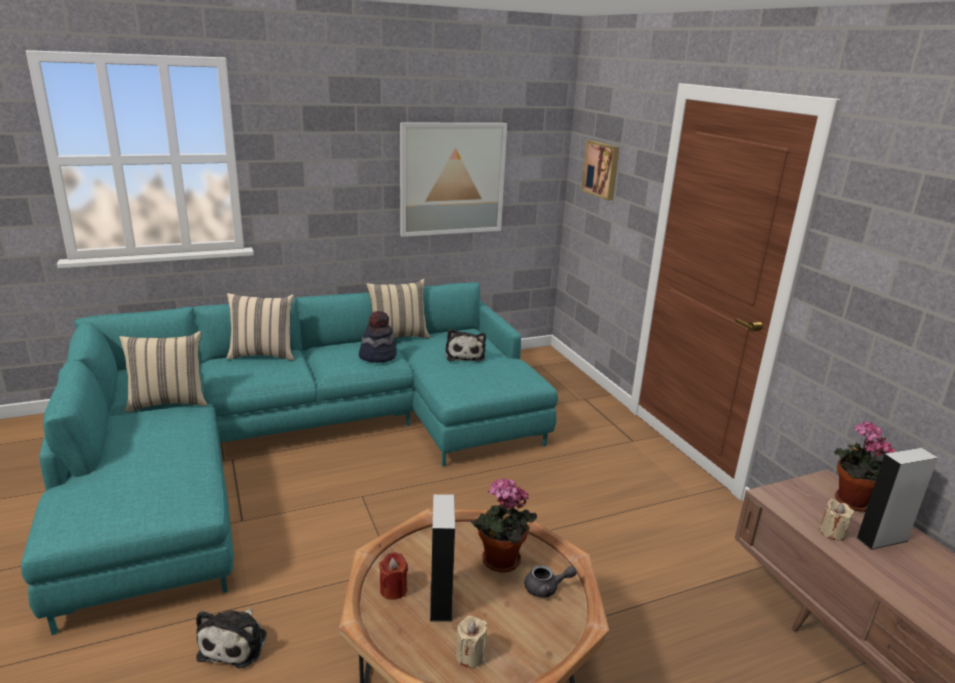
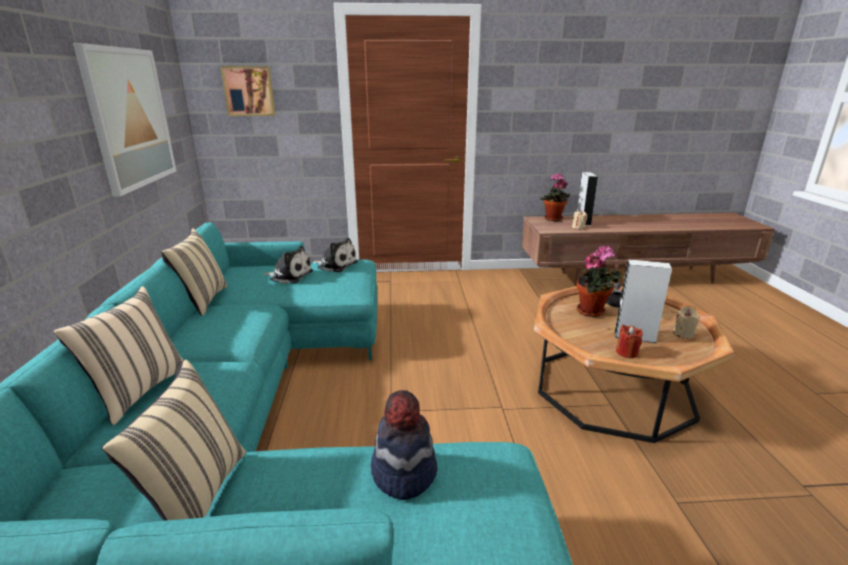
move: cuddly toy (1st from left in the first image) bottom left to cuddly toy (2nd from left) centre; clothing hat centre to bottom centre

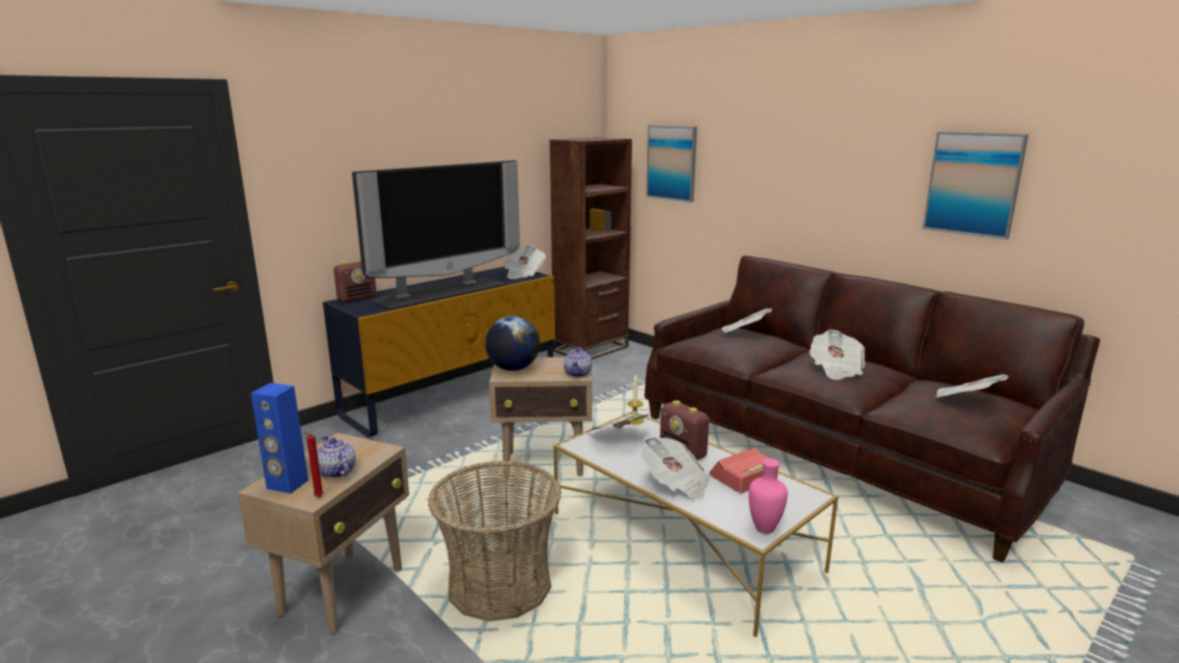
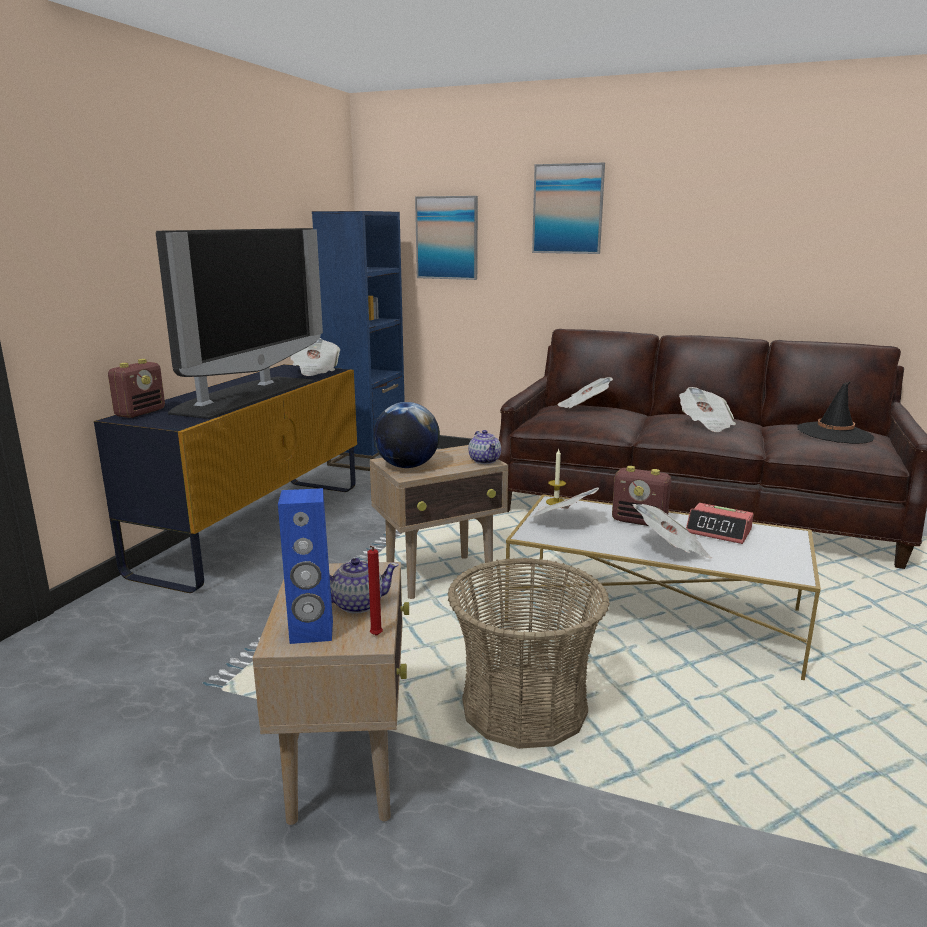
delete: flower vase (pink) bottom centre
move: wall picture (2nd from left) top right to top centre
replace: newspaper (6th from left) middle right to clothing hat (black-coloured) middle right
recolor: bookcase (brown) centre to bookcase (blue-coloured) centre
rotate: tea pot (1st from left) bottom left = centre 135 degrees clockwise; bedside clock bottom centre = middle right 90 degrees counterclockwise

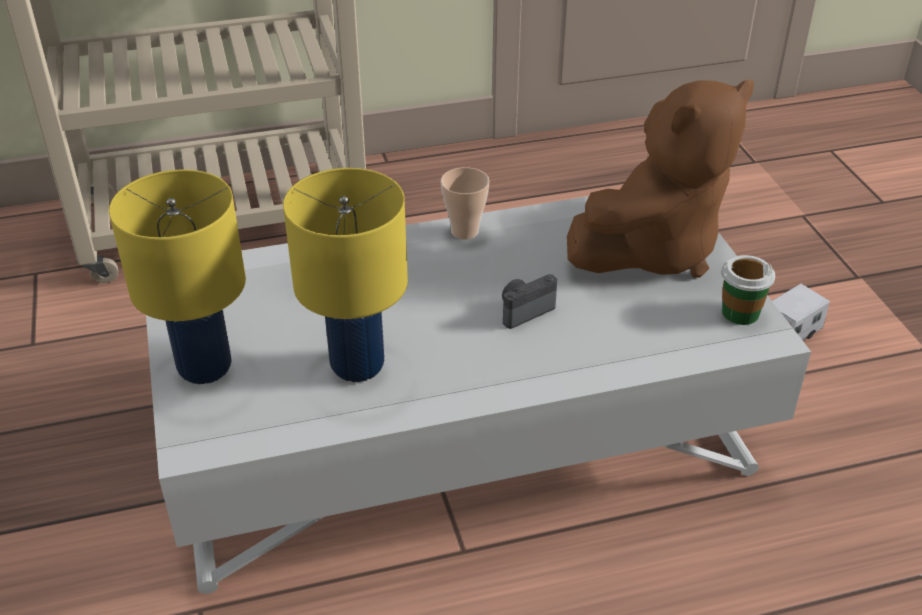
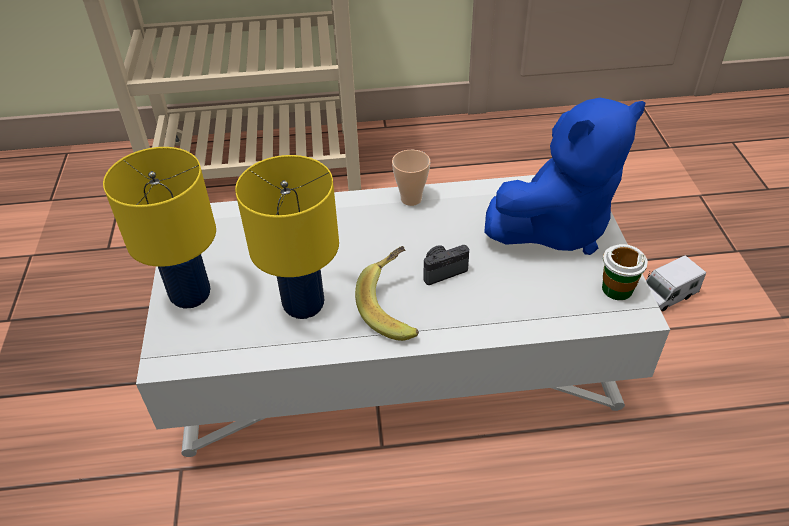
insert: whole banana centre
recolor: cuddly toy (brown) top right to cuddly toy (blue-coloured) middle right

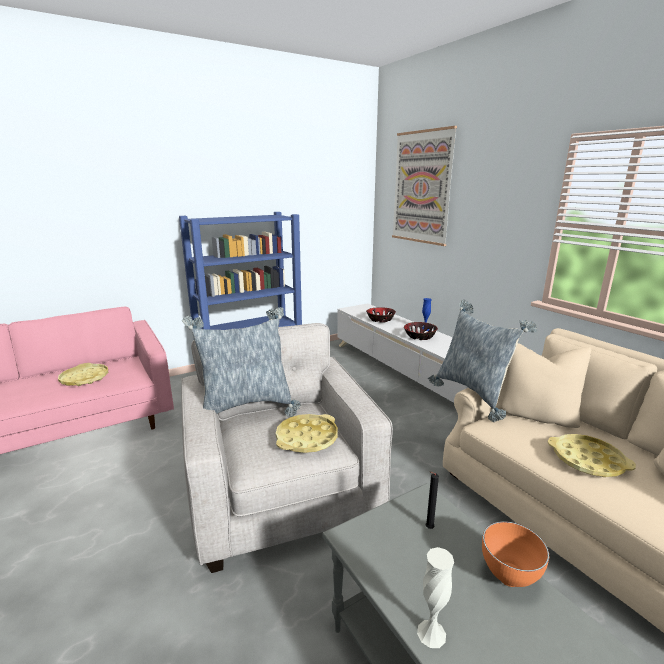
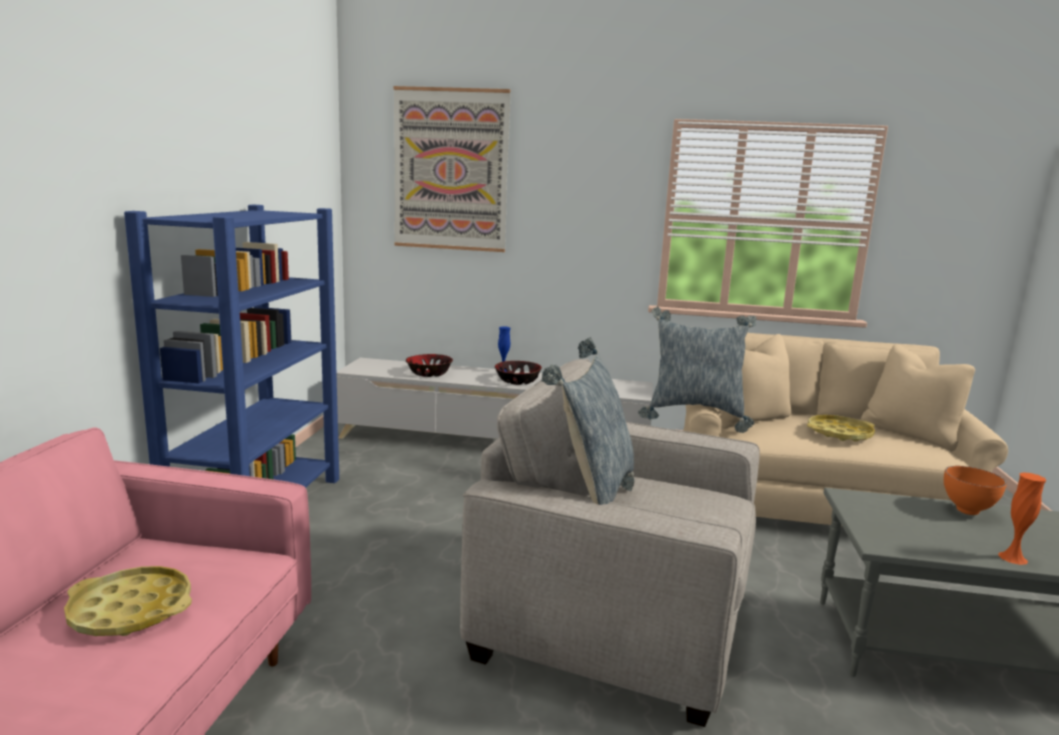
delete: carrying tray (yellowish) (2nd from left) centre; wax light (black-coloured) bottom centre
recolor: flower vase (white-coloured) bottom centre to flower vase (orangey) bottom right

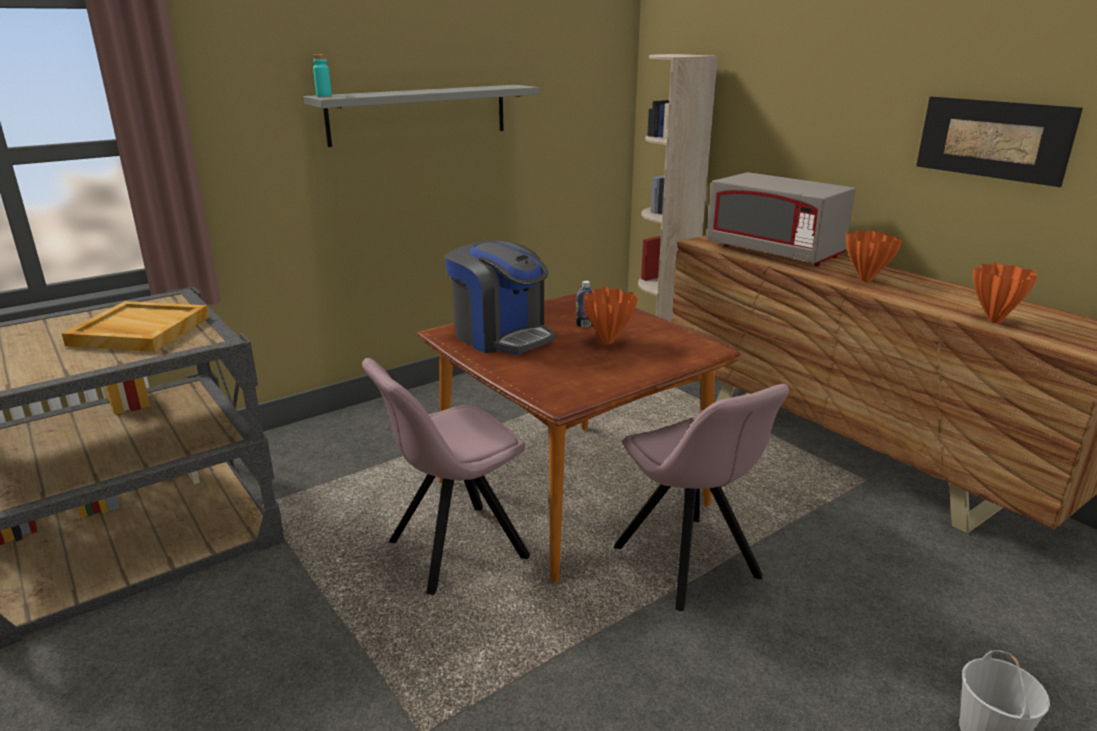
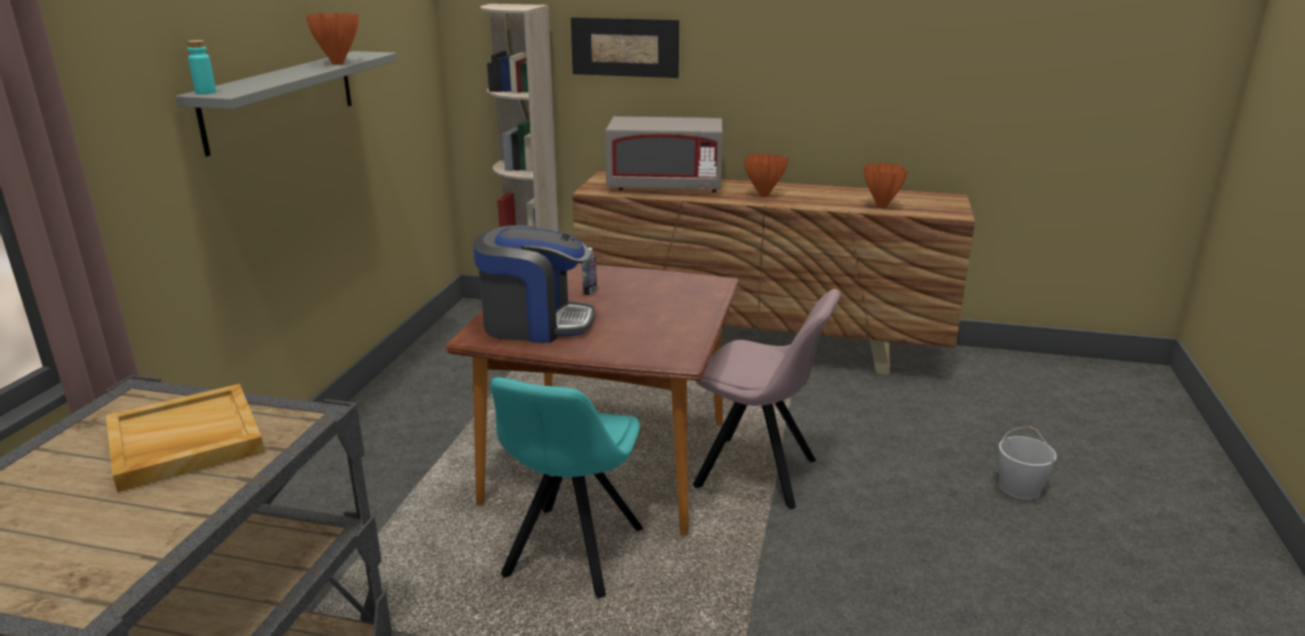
move: flower vase (orangey) (1st from left) centre to top left; wall picture top right to top centre
recolor: upright chair (pink) (1st from left) centre to upright chair (turquoise-coloured) bottom centre

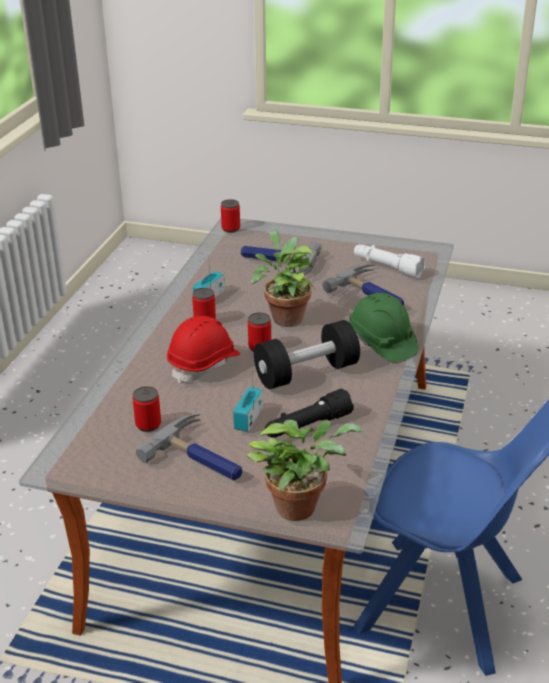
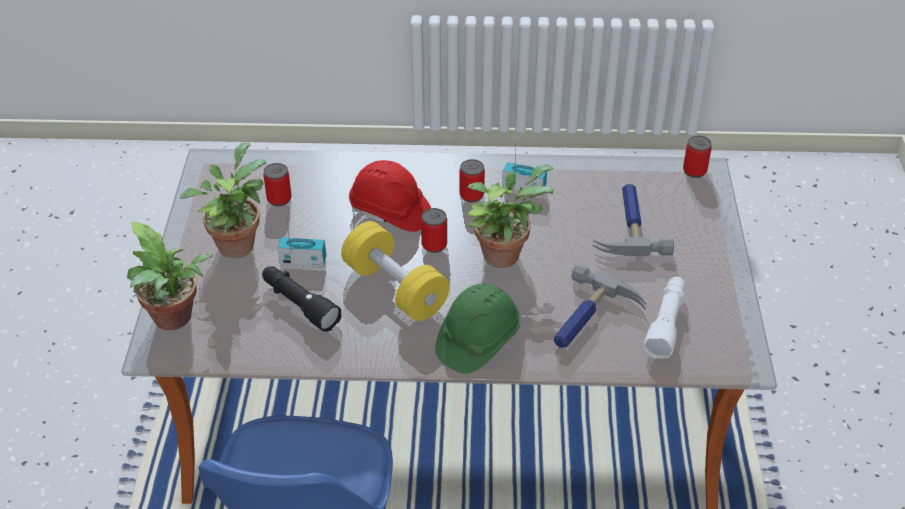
replace: tool hammer (1st from left) centre to potted plant (2nd from left) middle left
recolor: hand weight (black-coloured) centre to hand weight (yellowish) centre

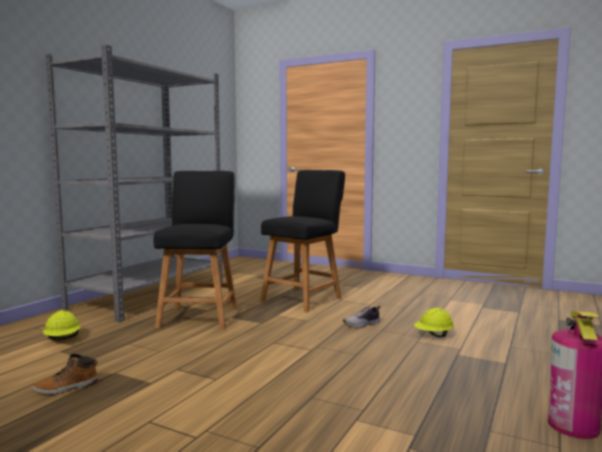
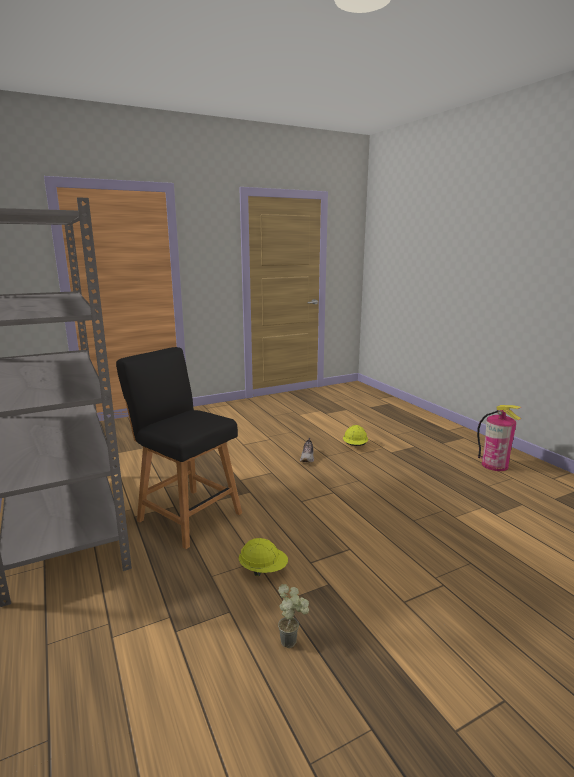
delete: sitting stool (black-coloured) (2nd from left) centre
move: safety helmet (yellowish) (1st from left) bottom left to bottom centre
replace: high-top boot bottom left to potted plant bottom centre

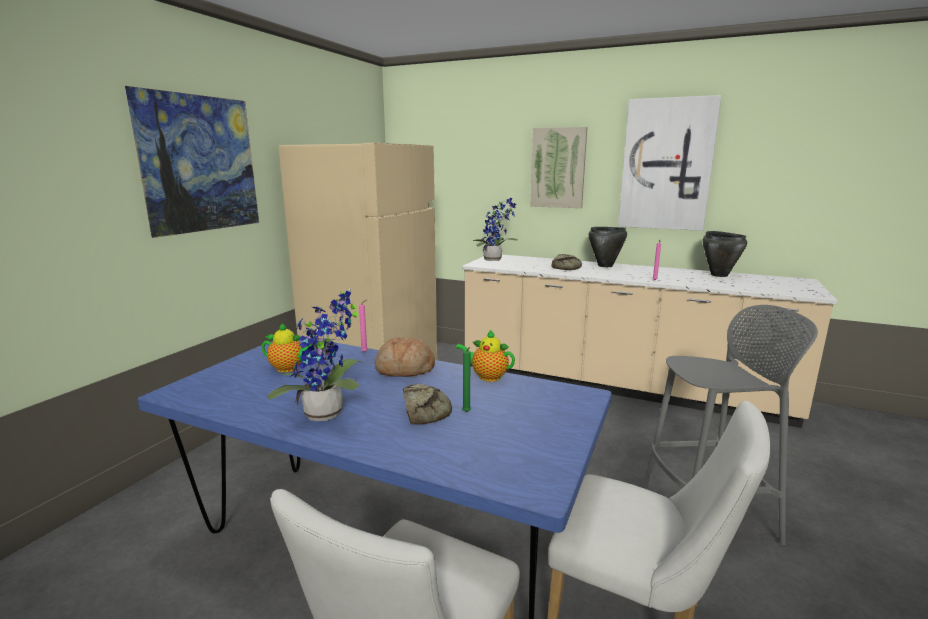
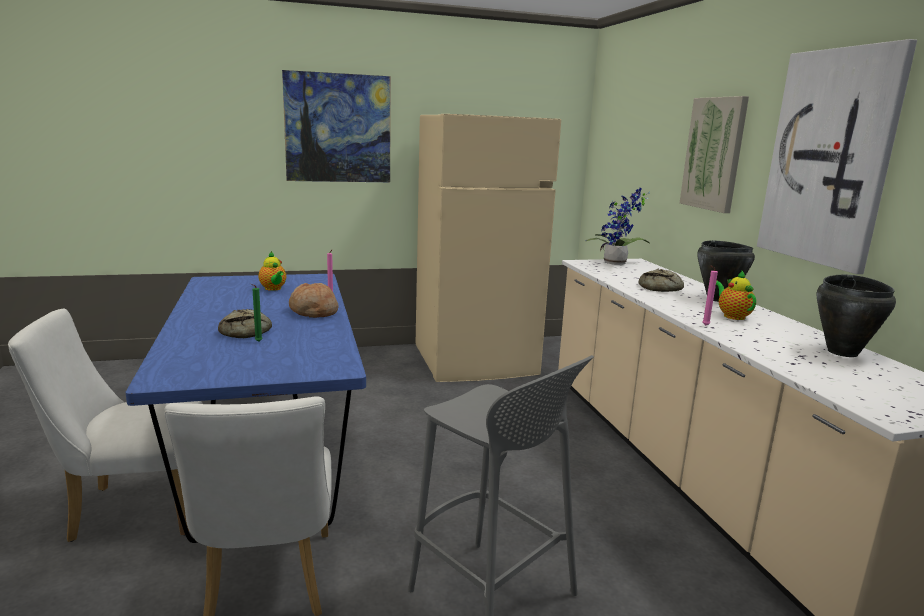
delete: potted plant (1st from left) centre
move: tea pot (2nd from left) centre to middle right

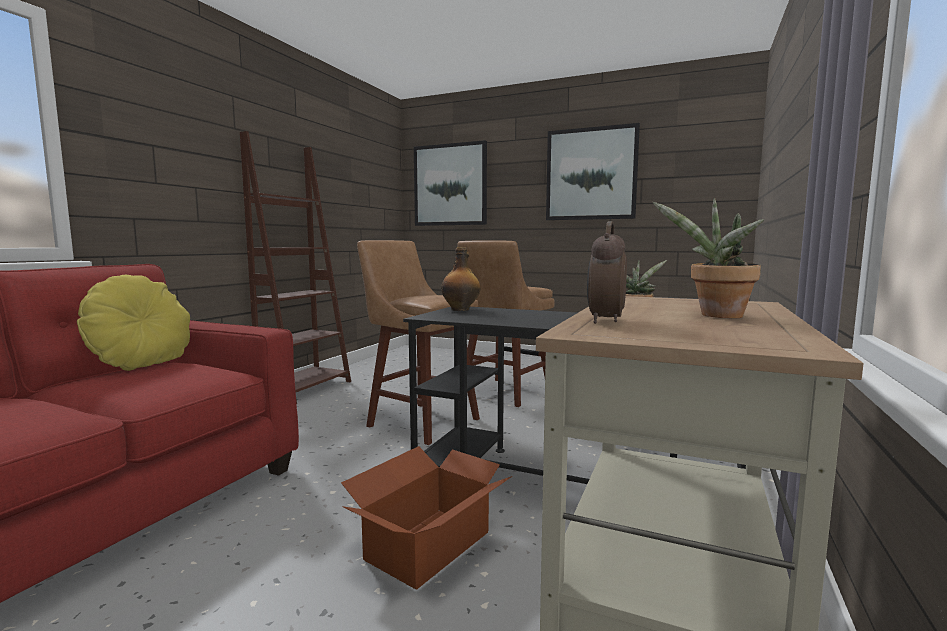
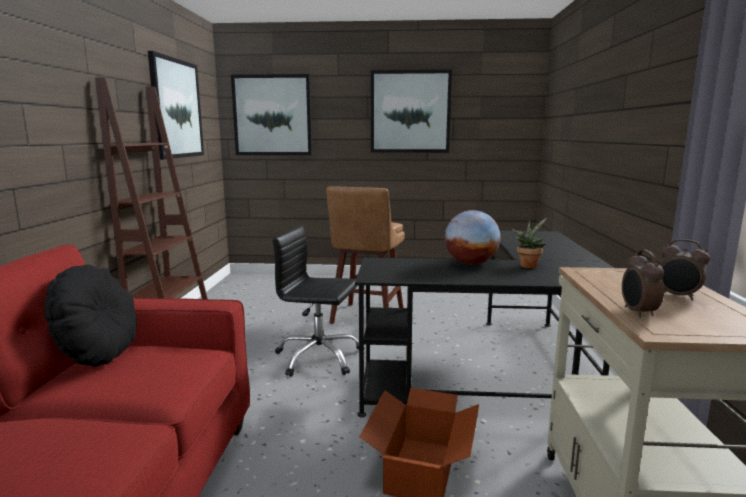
delete: beverage bottle centre
insert: wall picture (1st from left) top left; world globe centre
replace: sitting stool (brown) (1st from left) centre to desk chair (black-coloured) centre; potted plant (2nd from left) middle right to bedside clock (2nd from left) middle right
recolor: pillow (yellowish) middle left to pillow (black-coloured) middle left

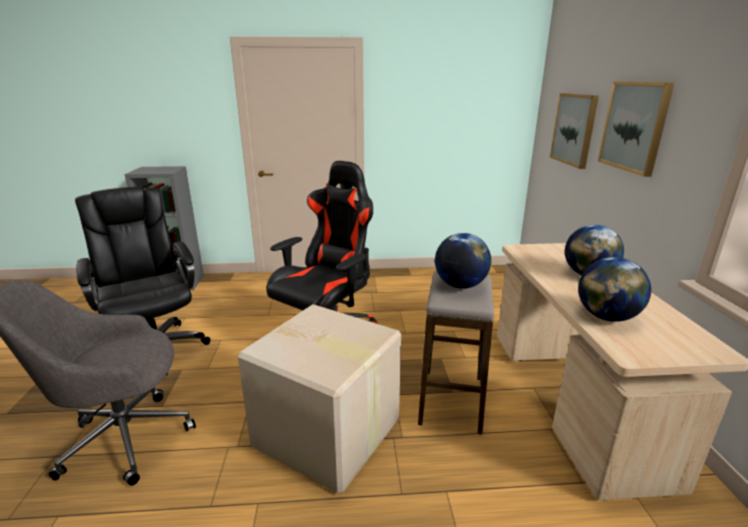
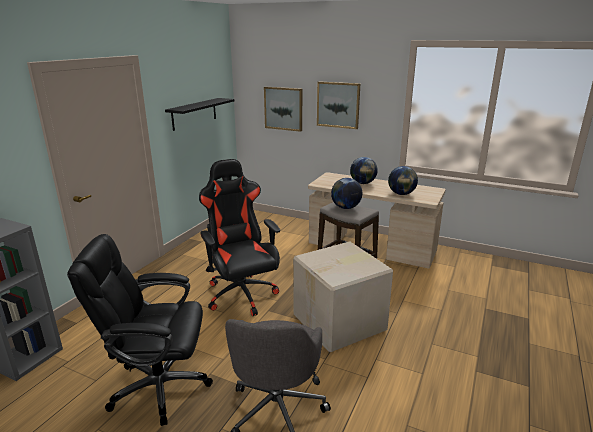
insert: bracket shelf (black-coloured) top centre

